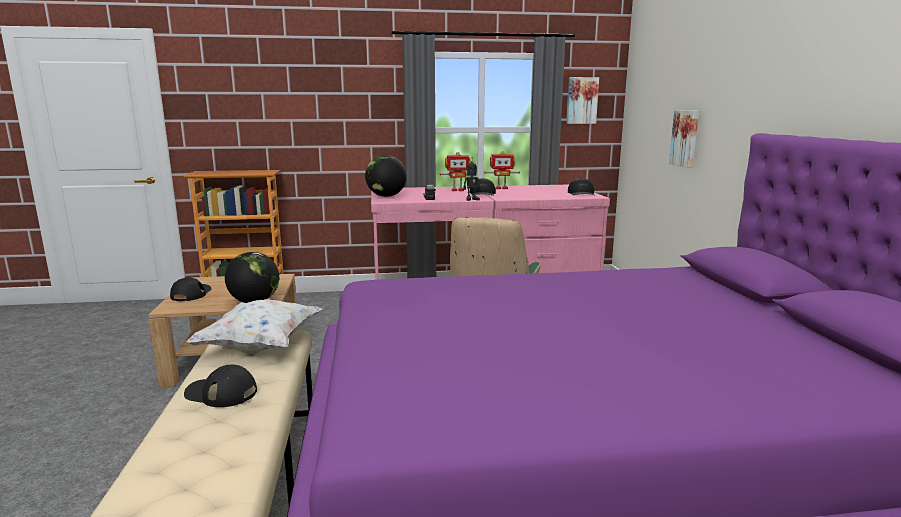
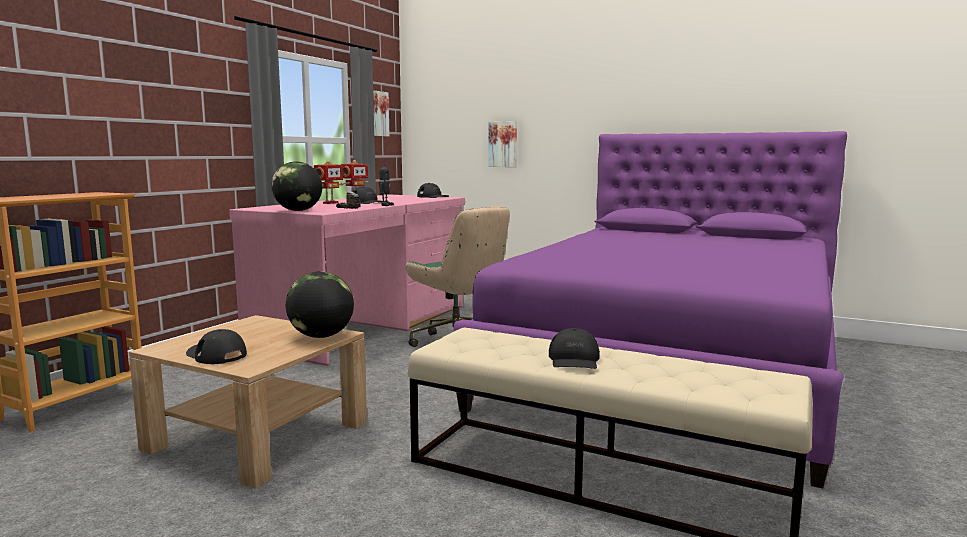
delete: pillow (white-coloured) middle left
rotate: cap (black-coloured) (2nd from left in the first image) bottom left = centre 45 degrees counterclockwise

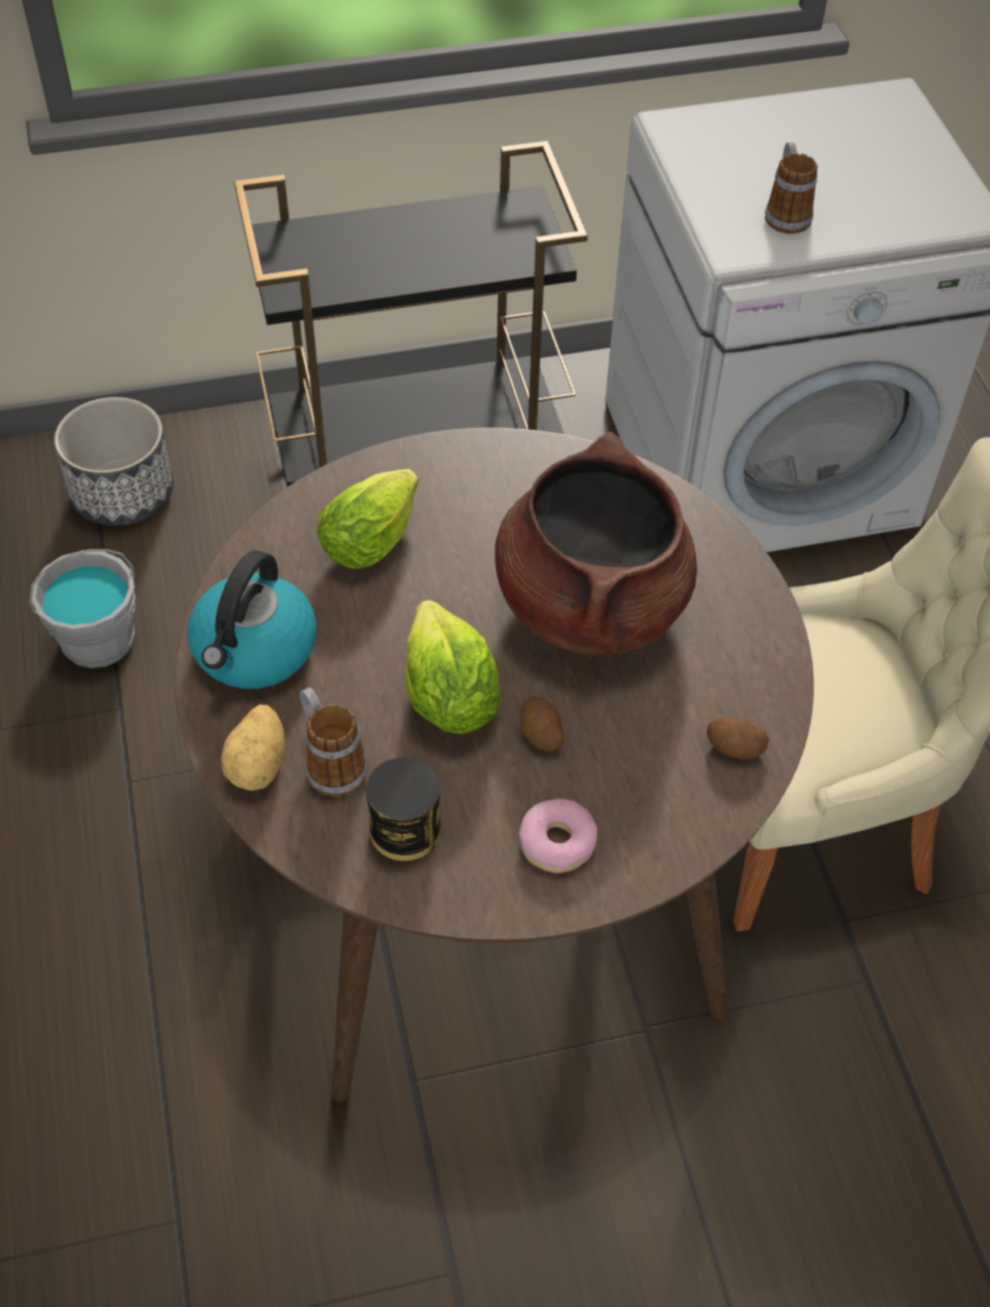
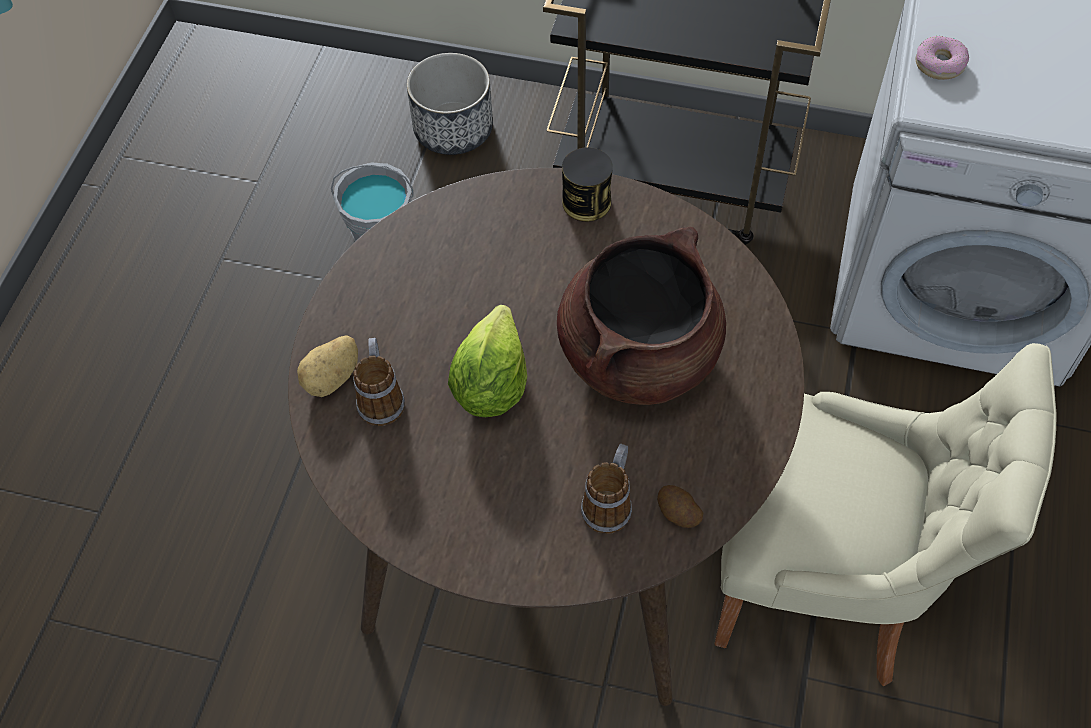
delete: kettle middle left; head of lettuce (1st from left) centre; whole potato (2nd from left) centre
move: can centre to top centre; donut centre to top right; mug (2nd from left) top right to bottom centre

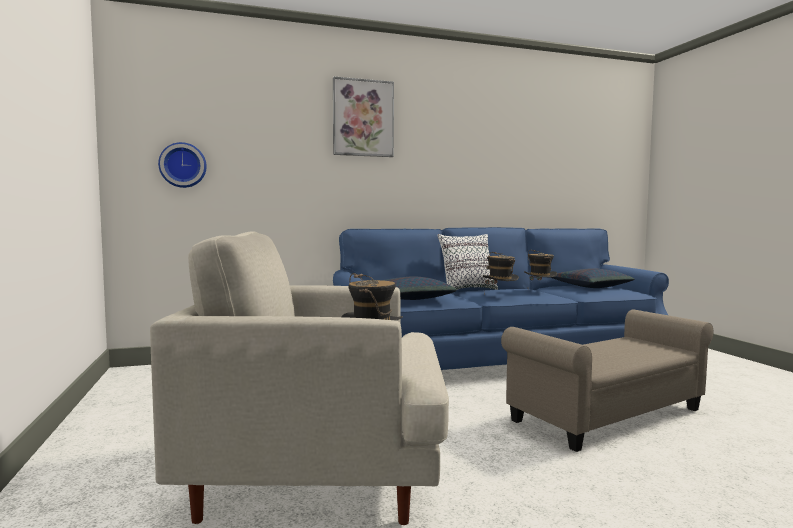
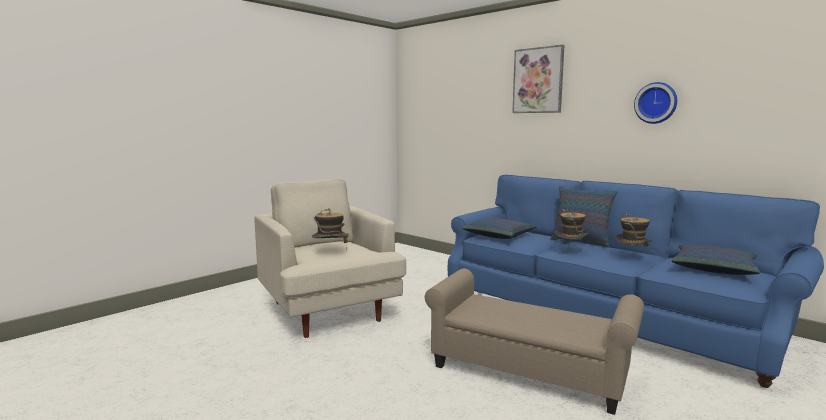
move: clock on the wall top left to top right
recolor: pillow (white-coloured) centre to pillow (blue-coloured) (2nd from left) middle right

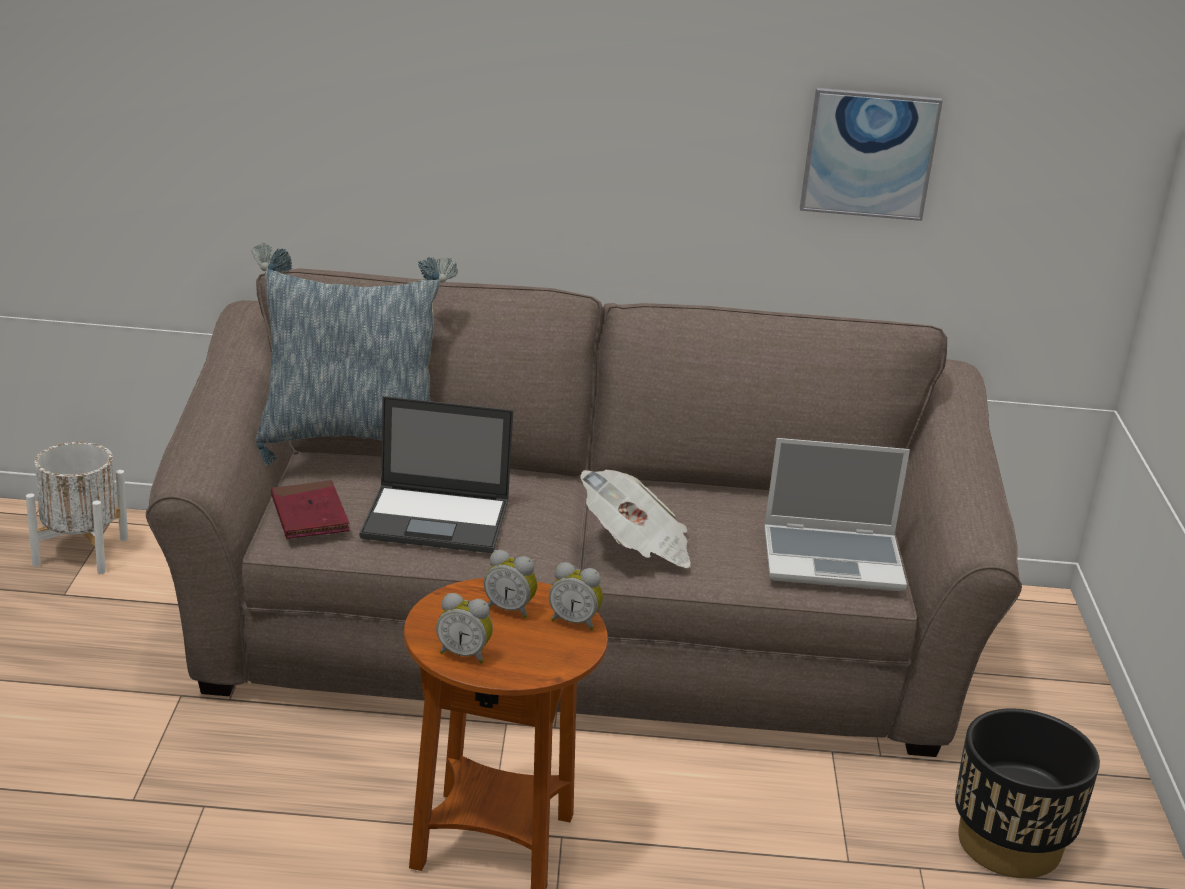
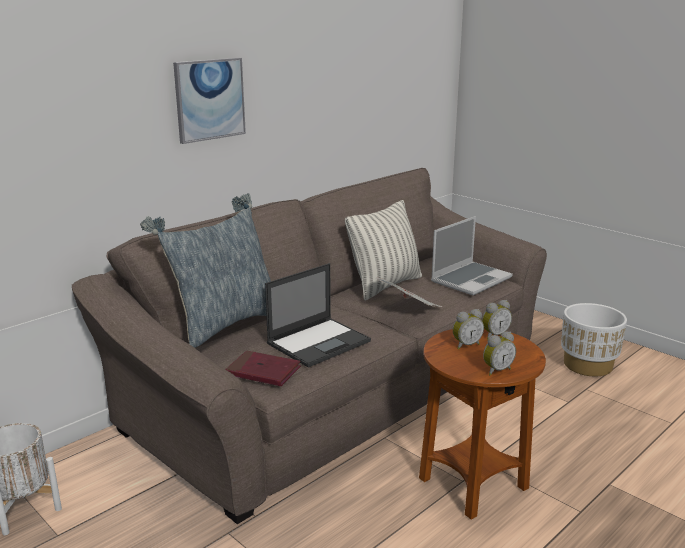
insert: pillow (2nd from left) centre
move: wall picture top right to top left
recolor: flower pot (black-coloured) bottom right to flower pot (white-coloured) (2nd from left) middle right

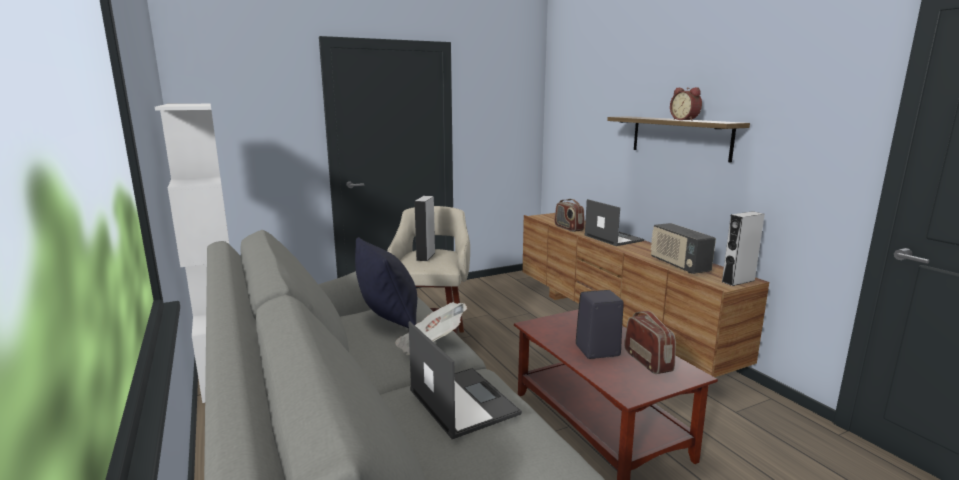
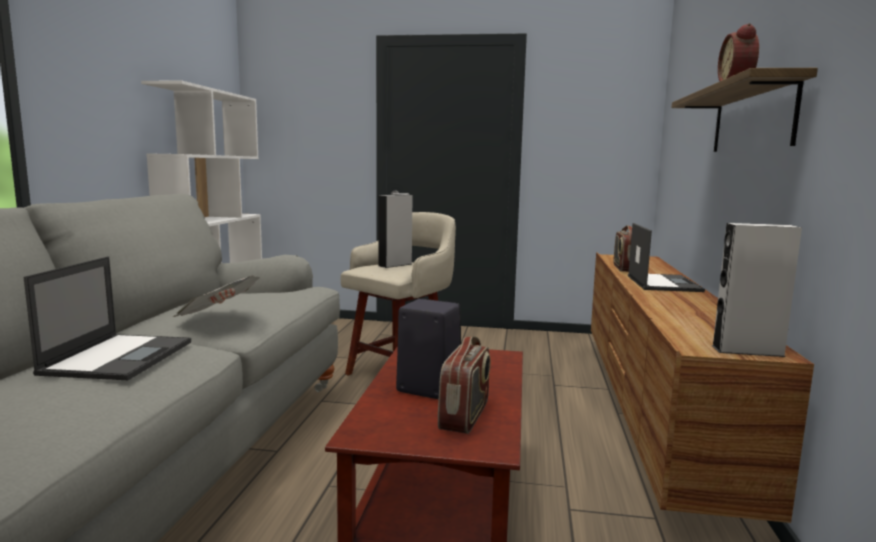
delete: pillow (black-coloured) centre; radio set (3rd from left) middle right

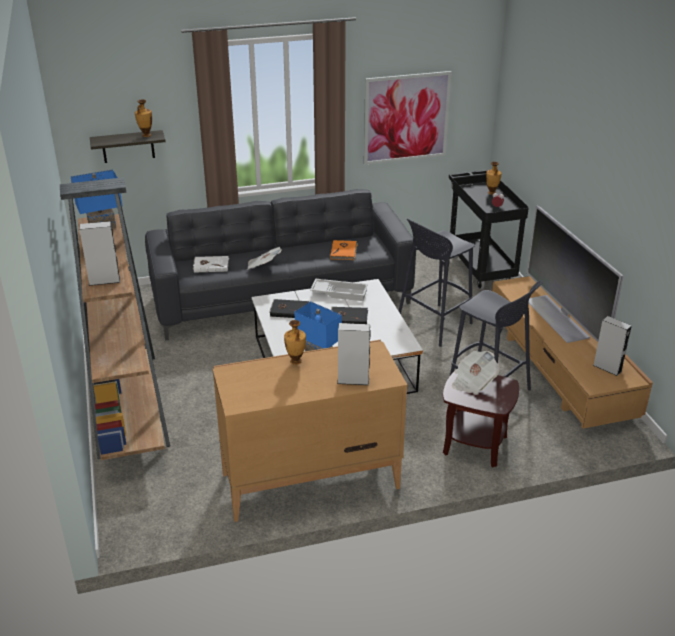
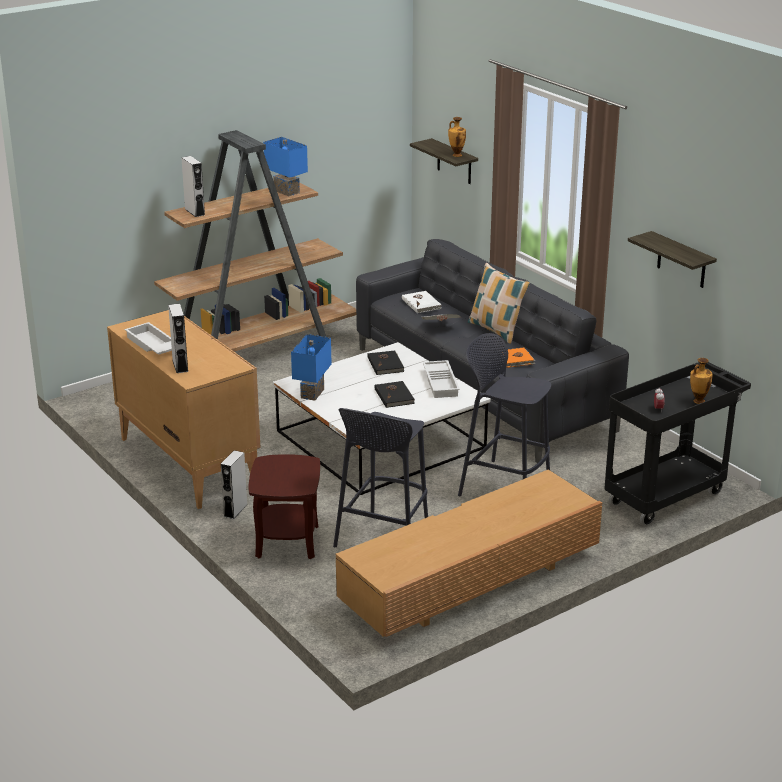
delete: flower vase (2nd from left) centre; newspaper (2nd from left) middle right; TV set middle right
insert: carrying tray (white-coloured) (1st from left) middle left; pillow centre
move: loudspeaker (grey) (3rd from left) middle right to middle left
replace: wall picture top centre to bracket shelf (2nd from left) top right

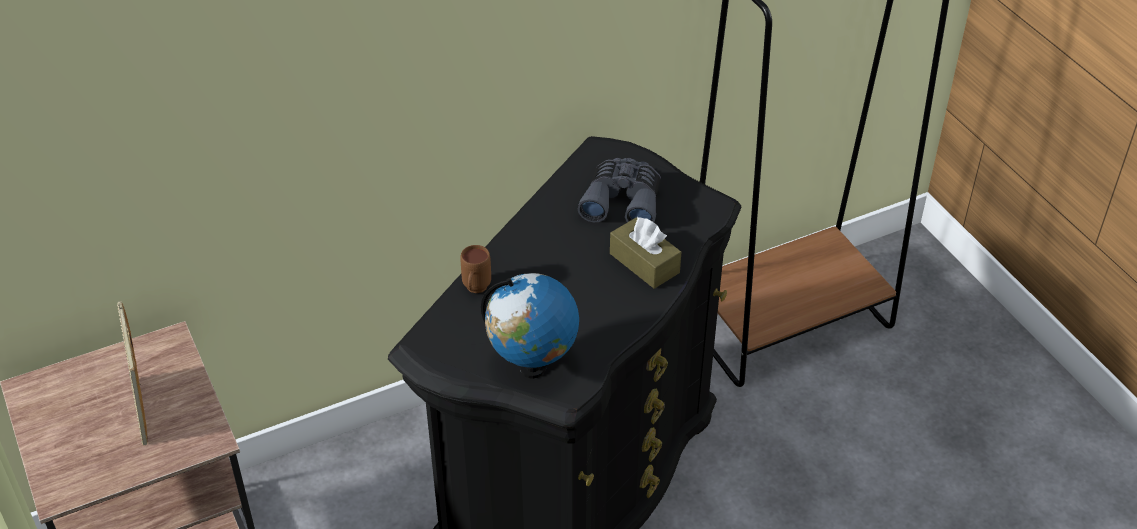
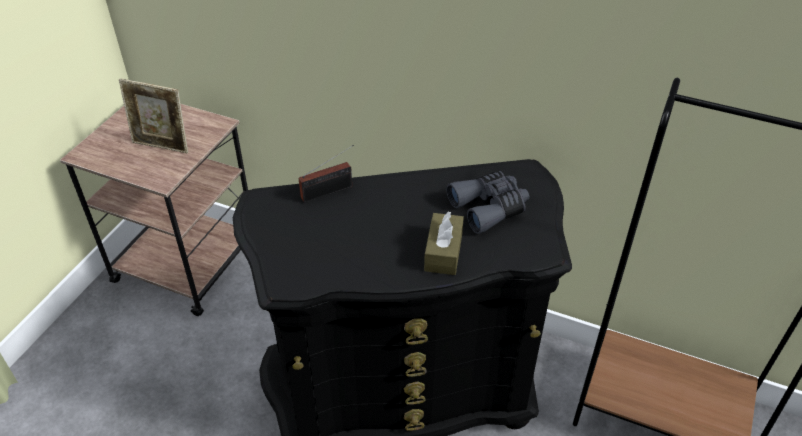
delete: world globe centre
replace: mug (brown) centre to radio set centre
rotate: picture frame bottom left = top left 105 degrees counterclockwise

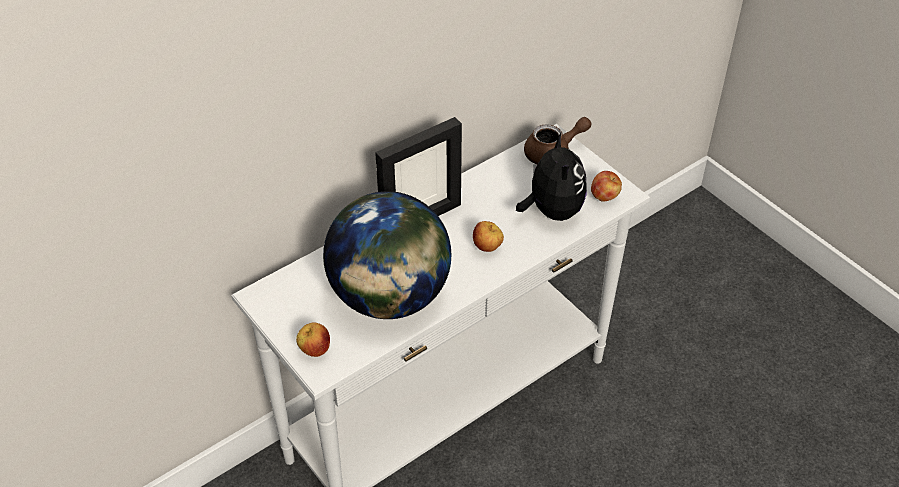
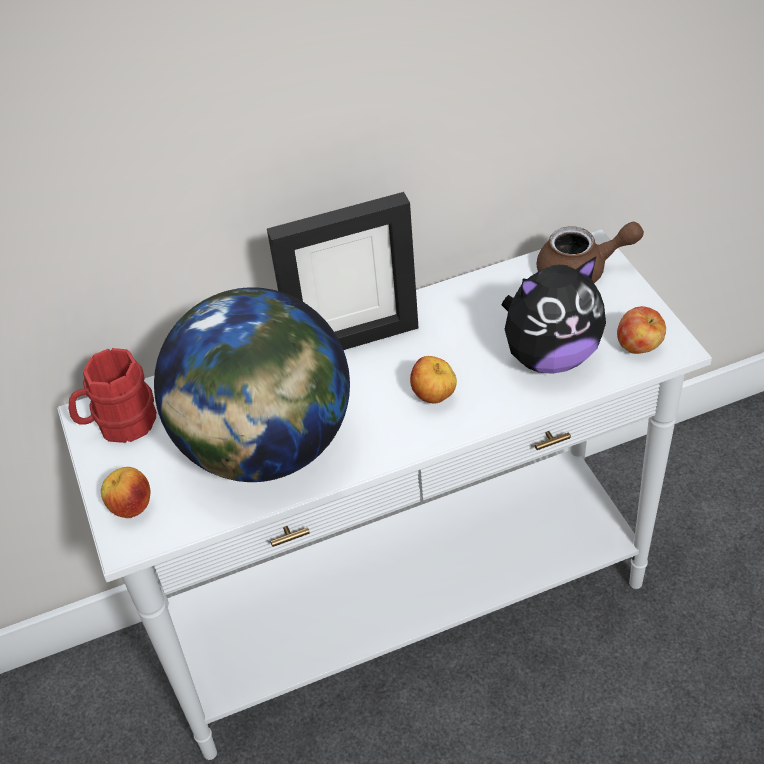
insert: mug (red) middle left
rotate: cuddly toy centre = middle right 60 degrees clockwise

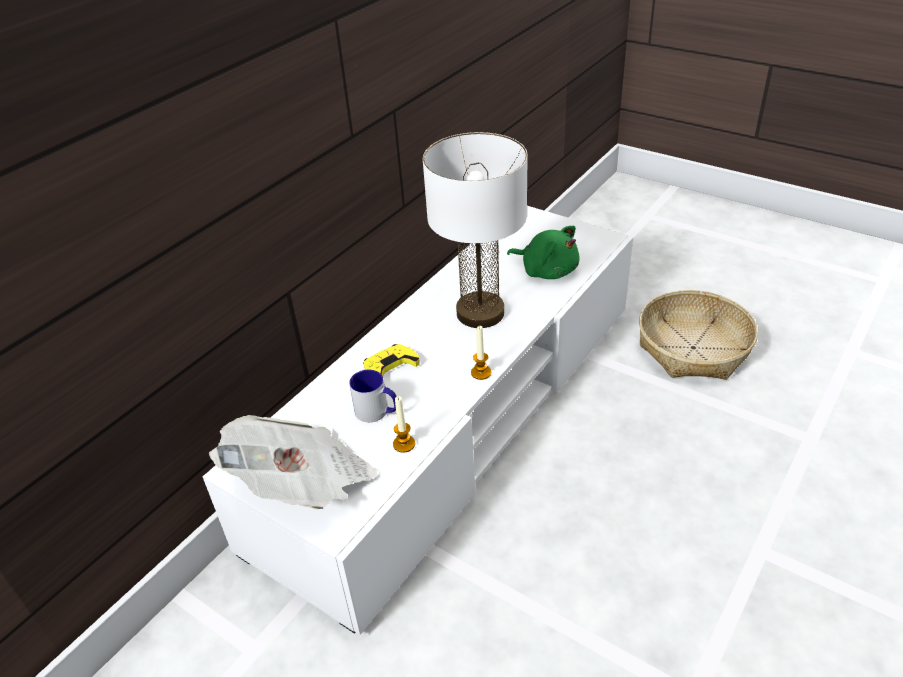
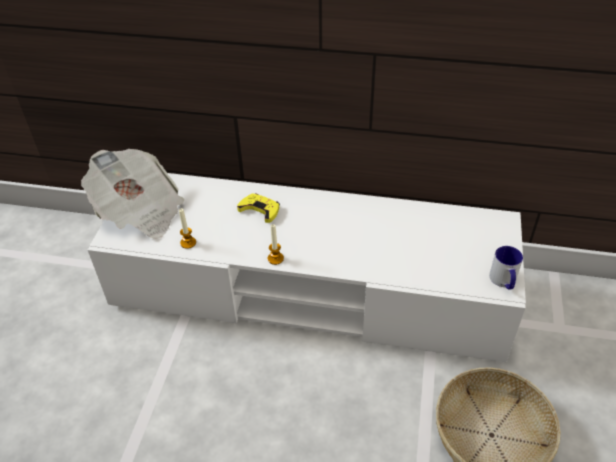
delete: table lamp centre; cuddly toy (green-coloured) centre
move: mug centre to middle right

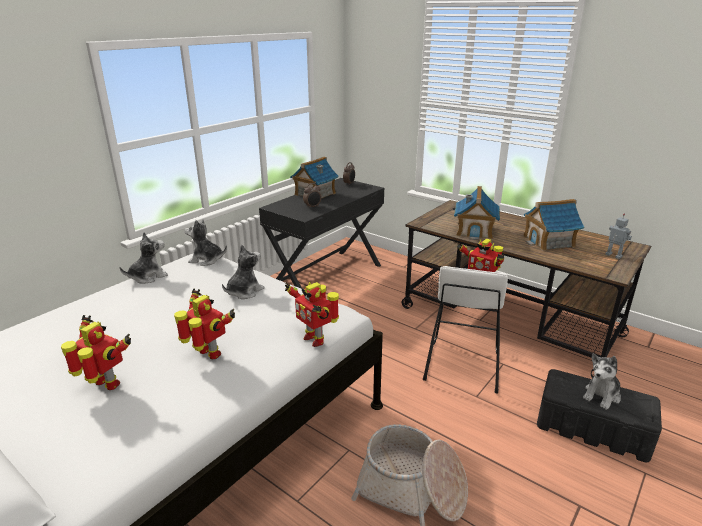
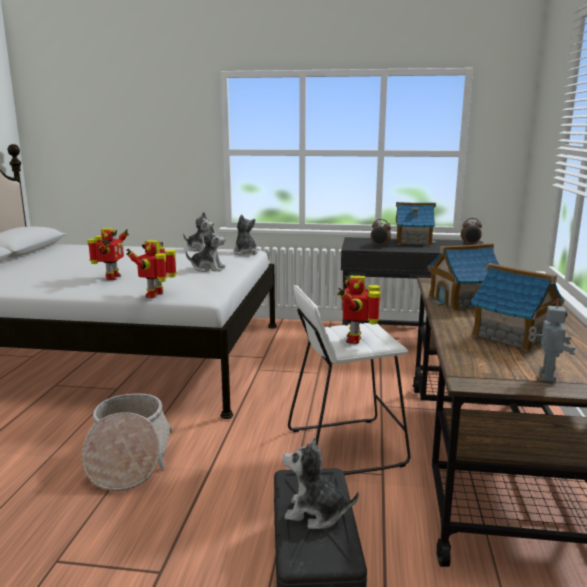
delete: model robot (1st from left) bottom left

